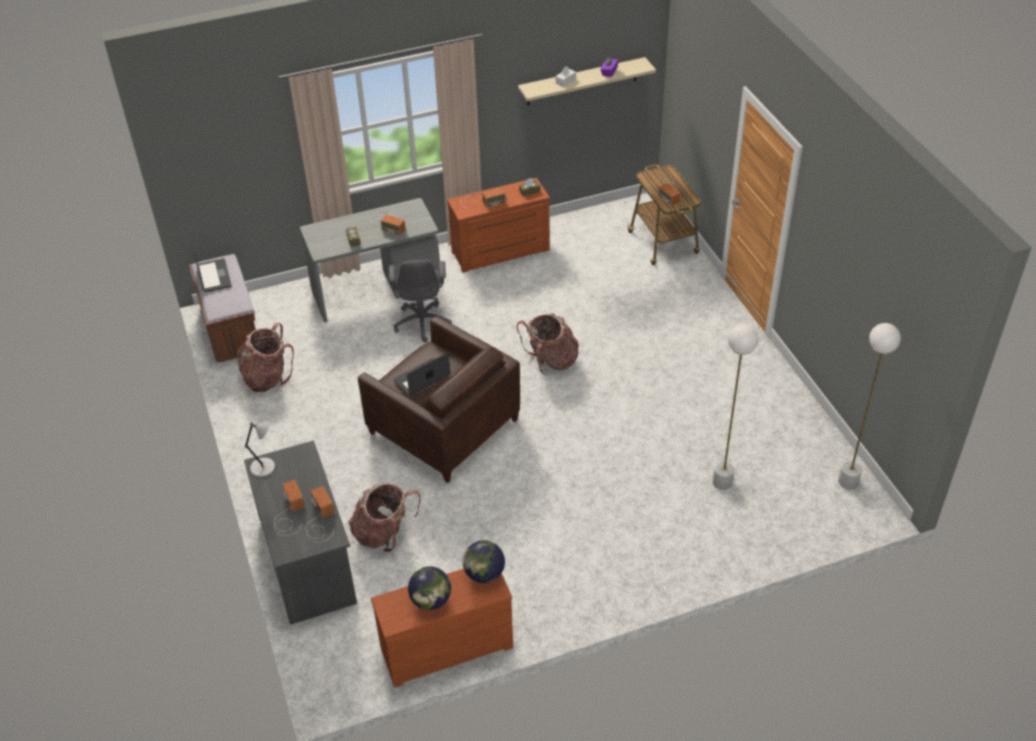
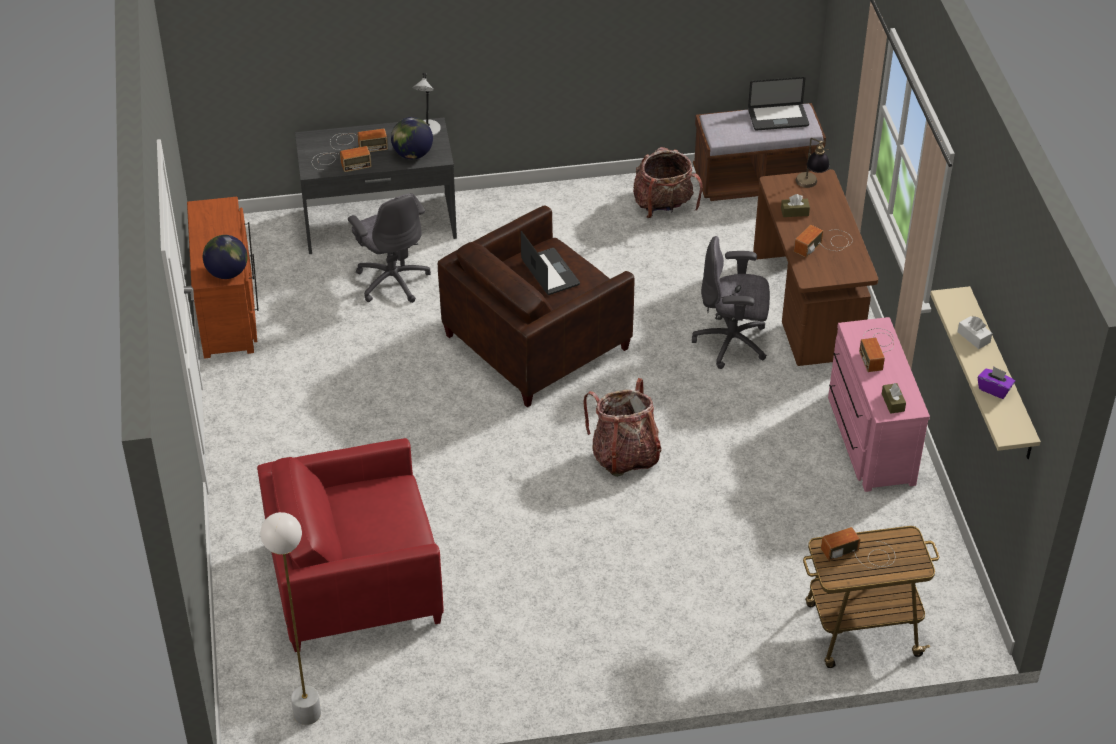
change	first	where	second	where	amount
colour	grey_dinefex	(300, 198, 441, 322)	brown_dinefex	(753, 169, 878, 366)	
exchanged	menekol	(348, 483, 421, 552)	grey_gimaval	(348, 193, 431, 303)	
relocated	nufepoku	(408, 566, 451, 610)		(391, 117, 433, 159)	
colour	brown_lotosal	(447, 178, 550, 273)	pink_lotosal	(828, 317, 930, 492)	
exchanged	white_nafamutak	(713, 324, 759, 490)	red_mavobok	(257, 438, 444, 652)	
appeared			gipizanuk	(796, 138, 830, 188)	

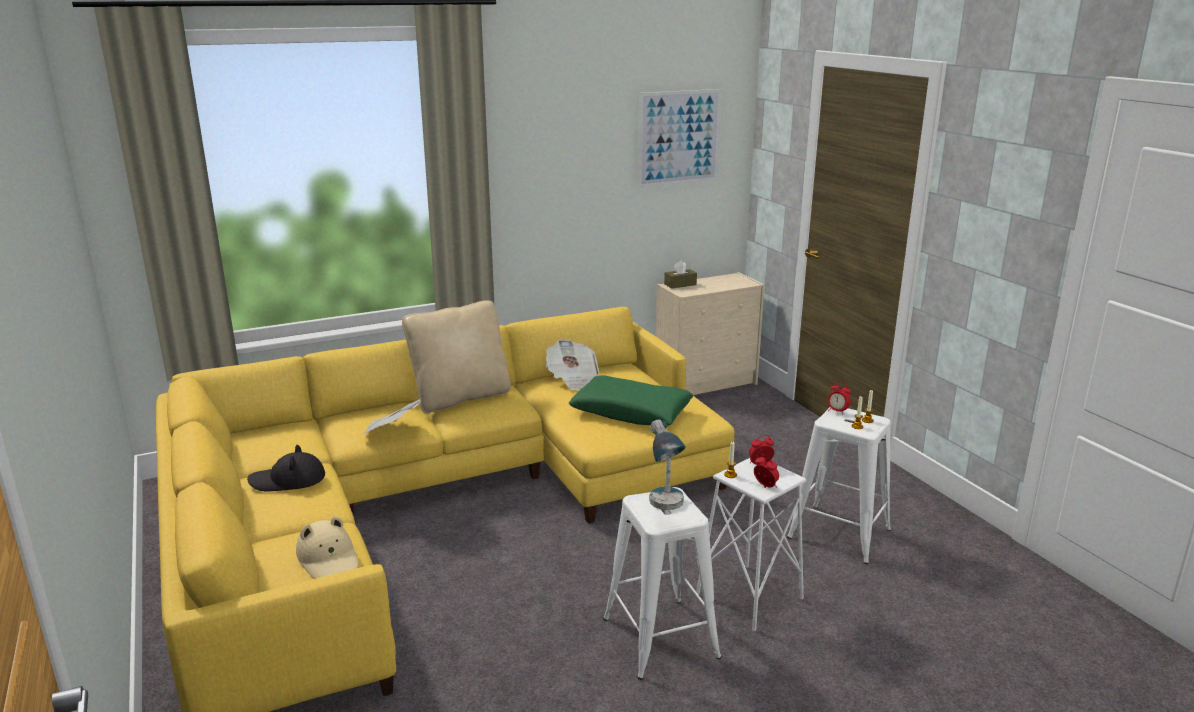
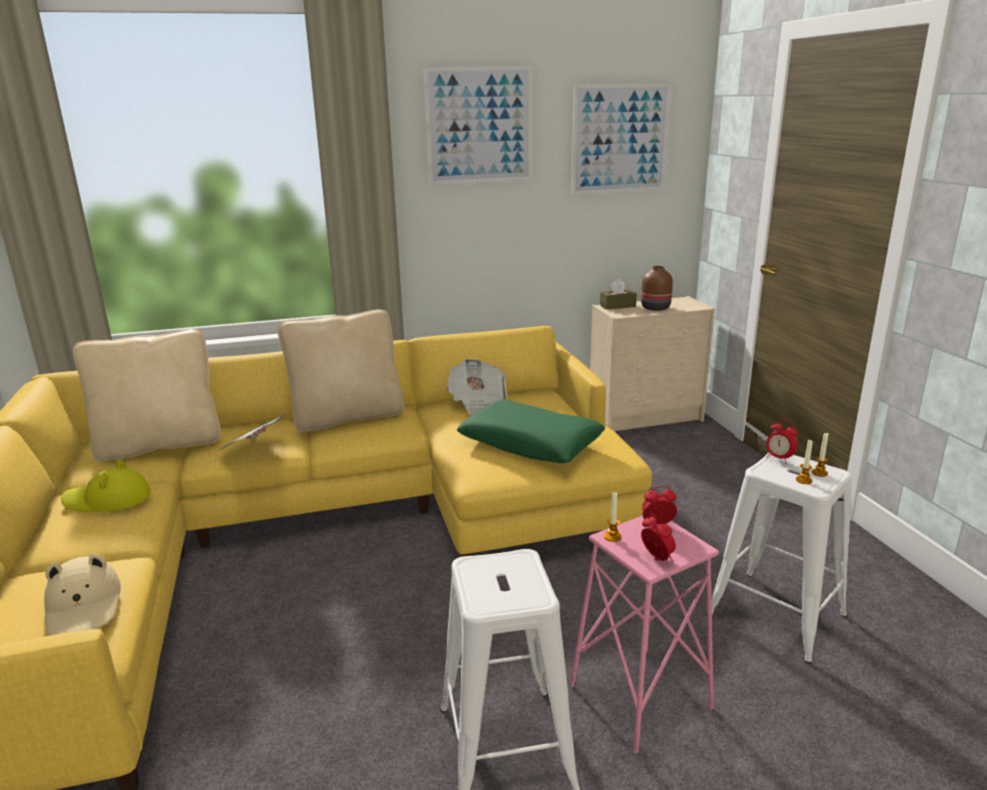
change	first	where	second	where	amount
colour	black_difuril	(247, 445, 325, 492)	yellow_difuril	(61, 459, 151, 512)	
missing	gipizanuk	(649, 419, 686, 510)			
colour	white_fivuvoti	(696, 458, 806, 631)	pink_fivuvoti	(570, 515, 719, 753)	
appeared			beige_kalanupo	(73, 329, 221, 462)	
appeared			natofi	(424, 66, 532, 185)	
appeared			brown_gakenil	(641, 266, 673, 311)	

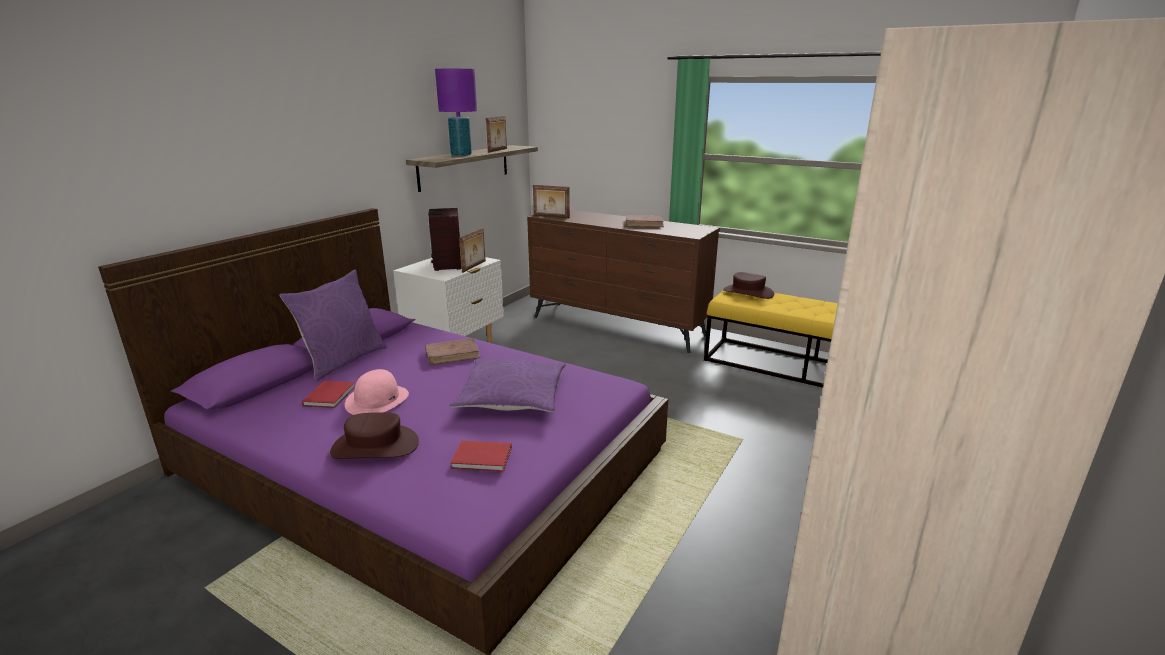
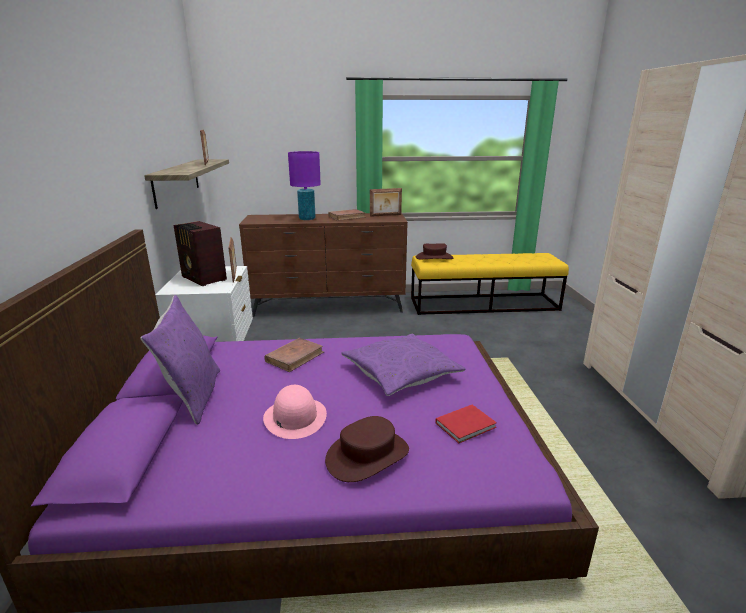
change	first	where	second	where	amount
missing	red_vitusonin	(302, 381, 355, 408)			
relocated	purple_gipizanuk	(435, 69, 477, 156)		(288, 151, 321, 220)	
relocated	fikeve	(533, 185, 570, 218)		(370, 188, 402, 217)	

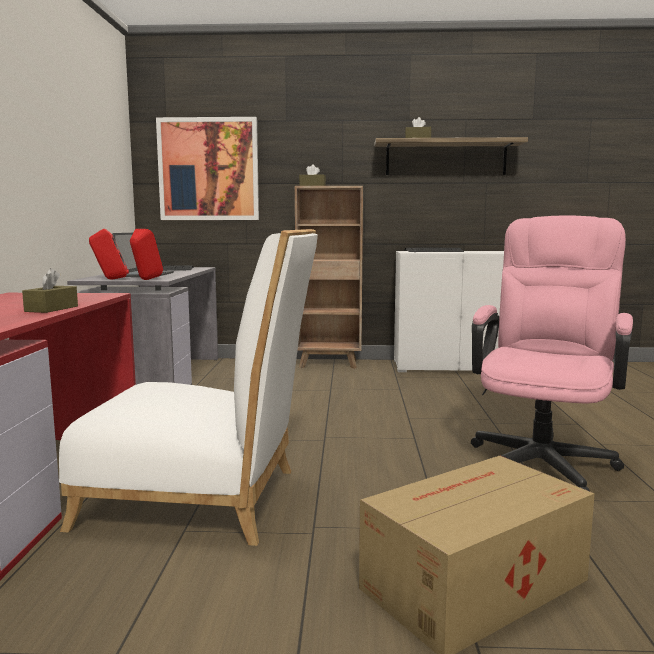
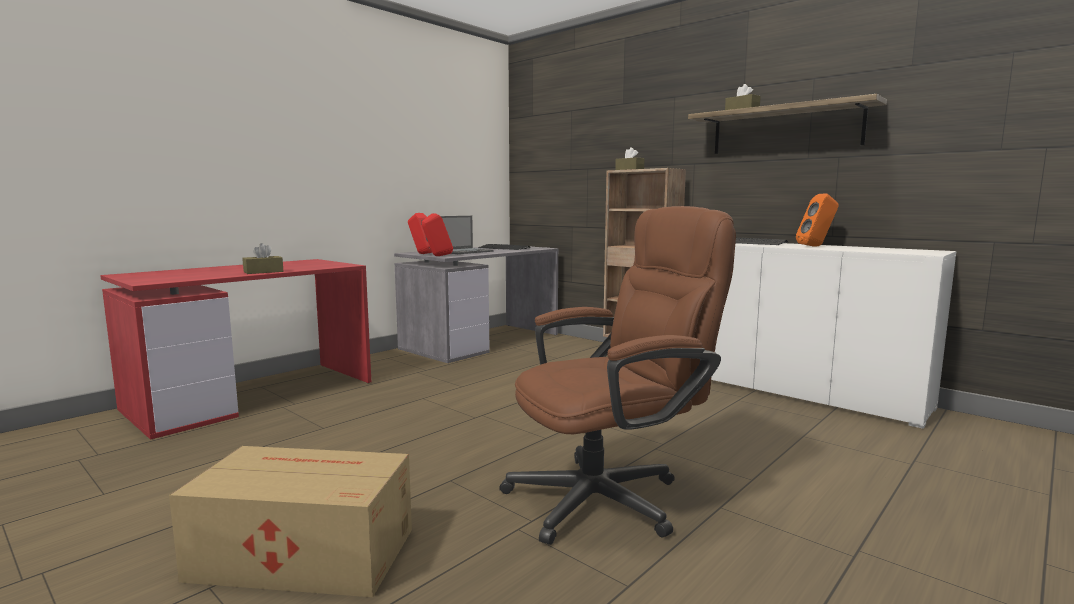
change	first	where	second	where	amount
missing	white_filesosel	(59, 229, 318, 546)			
missing	natofi	(156, 117, 259, 220)			
colour	pink_gimaval	(471, 216, 633, 491)	brown_gimaval	(499, 206, 736, 545)	
appeared			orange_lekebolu	(796, 194, 839, 247)	

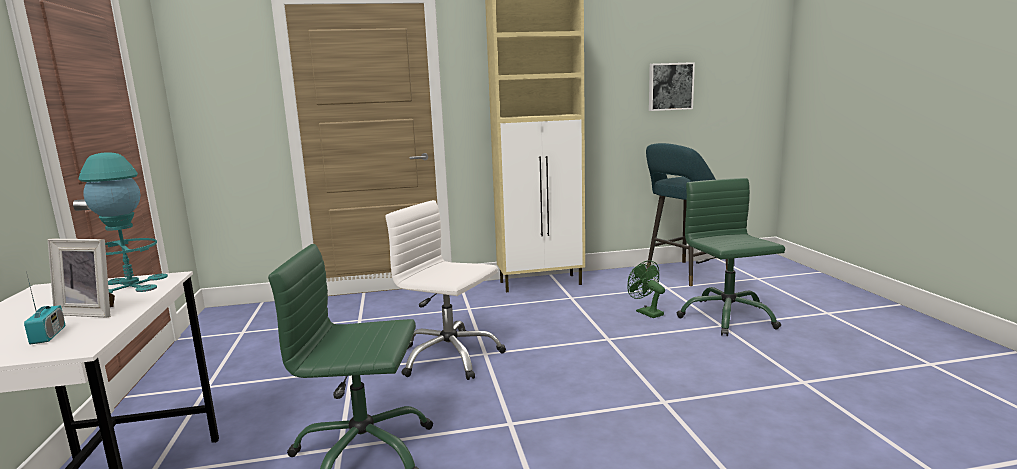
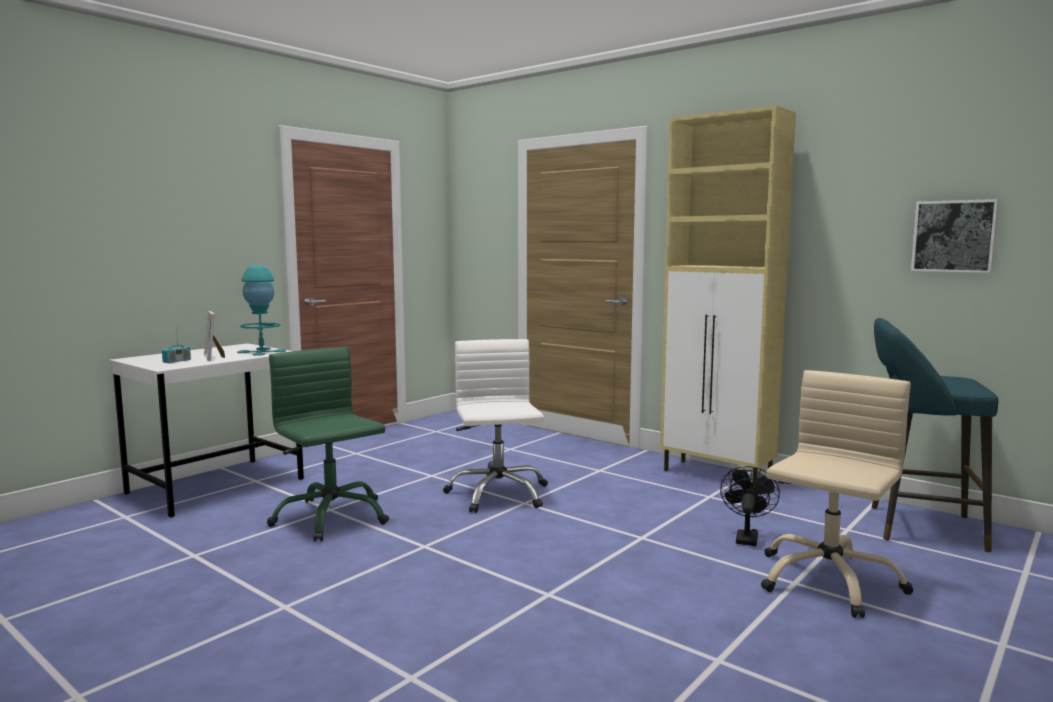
change	first	where	second	where	amount
colour	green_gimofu	(627, 260, 665, 318)	black_gimofu	(720, 466, 780, 546)	
colour	green_gimaval	(676, 178, 785, 336)	beige_gimaval	(761, 370, 914, 618)	

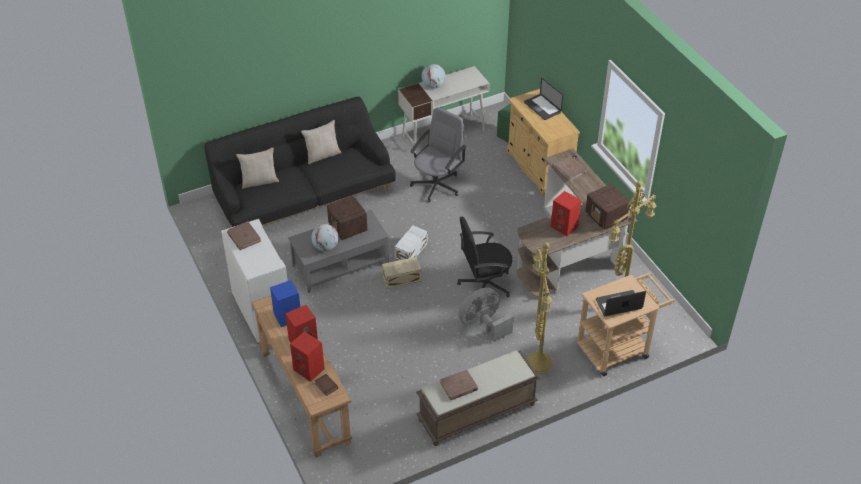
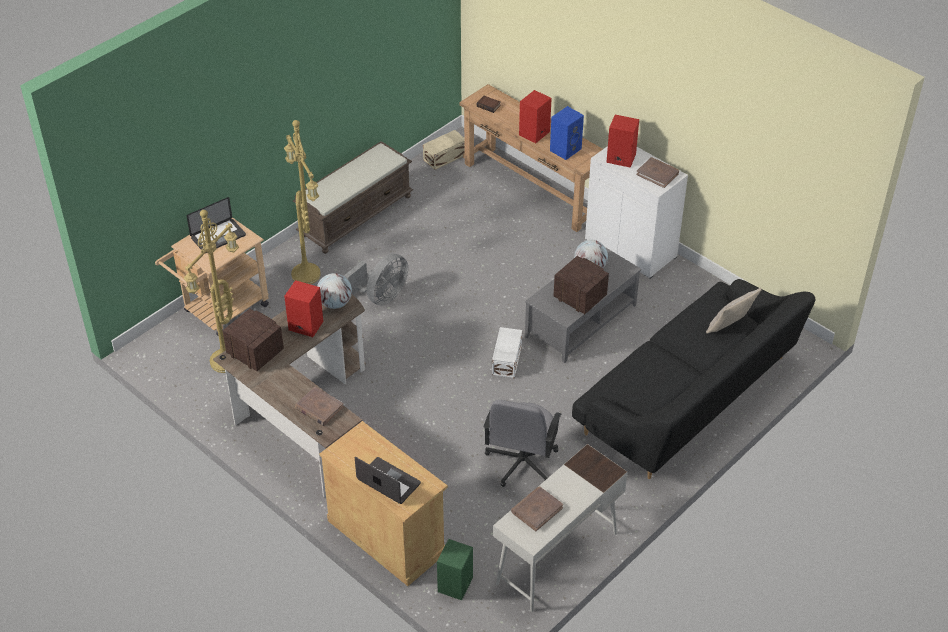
change	first	where	second	where	amount
relocated	red_lekebolu	(290, 331, 325, 382)		(606, 115, 639, 168)	
missing	beige_kalanupo	(301, 120, 341, 164)			
relocated	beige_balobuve	(382, 257, 422, 289)		(423, 130, 465, 170)	
relocated	nufepoku	(421, 64, 446, 89)		(317, 273, 352, 309)	
relocated	brown_vitusonin	(440, 369, 478, 400)		(511, 487, 563, 531)	
missing	black_gimaval	(457, 216, 512, 298)			

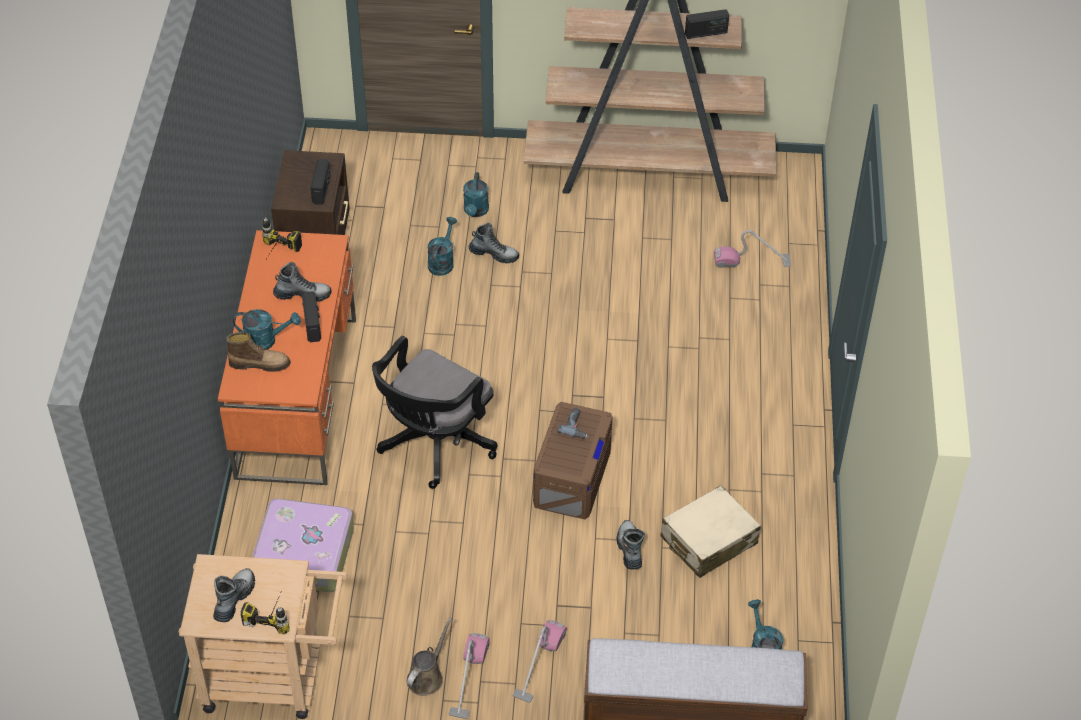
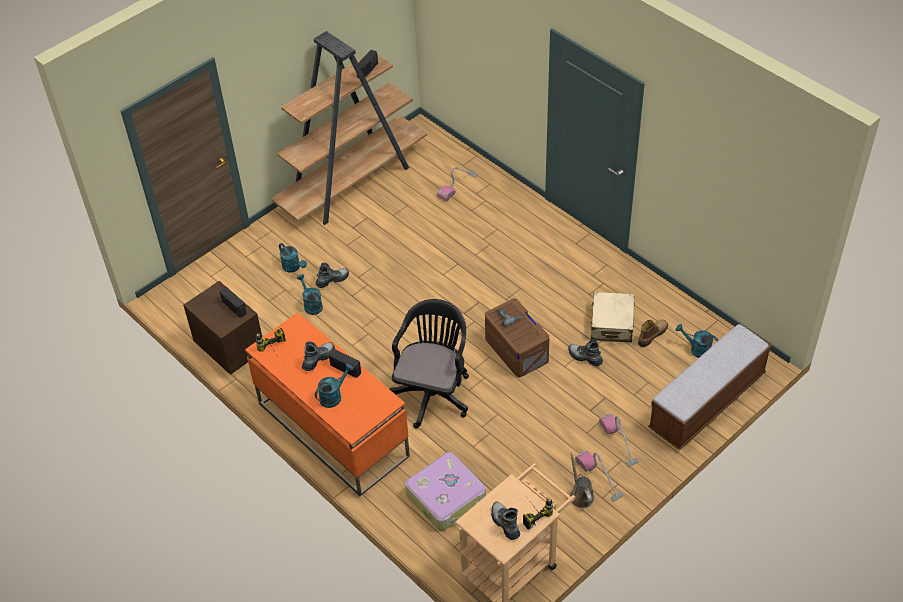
change	first	where	second	where	amount
relocated	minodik	(226, 332, 291, 372)		(638, 320, 668, 347)	
spun	black_gimaval	(372, 336, 497, 489)		(389, 299, 469, 429)	150 degrees counterclockwise

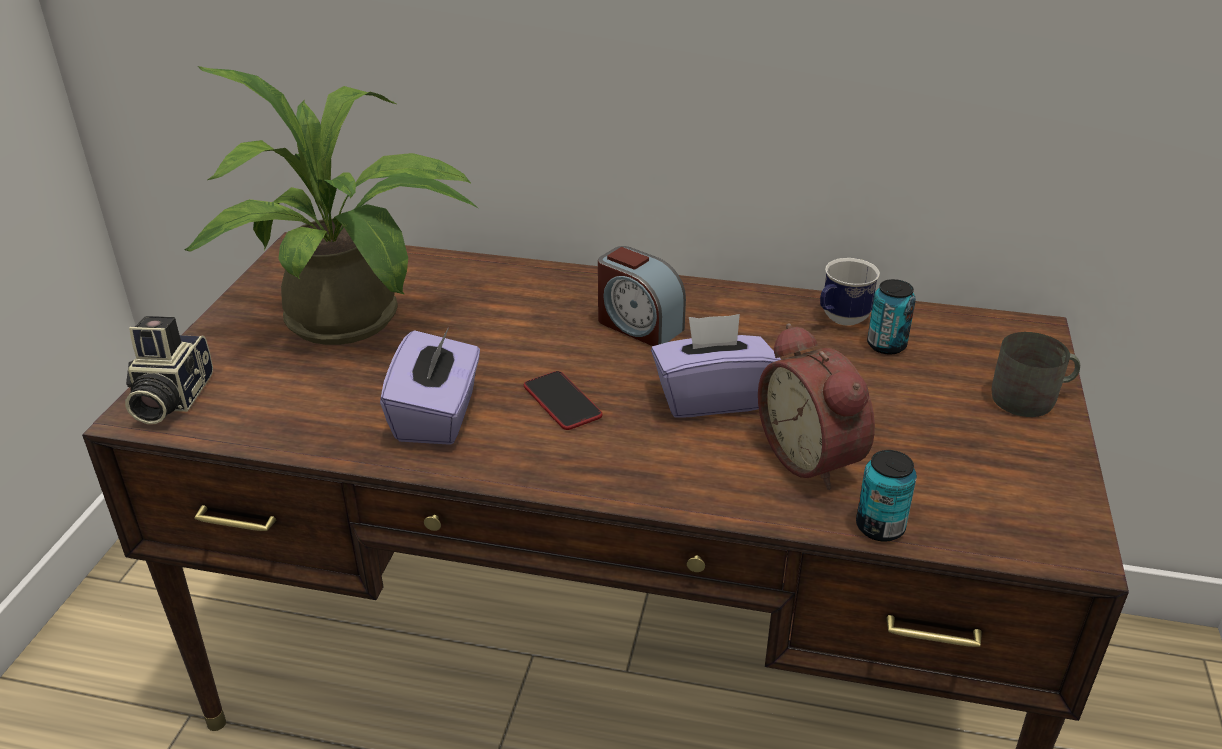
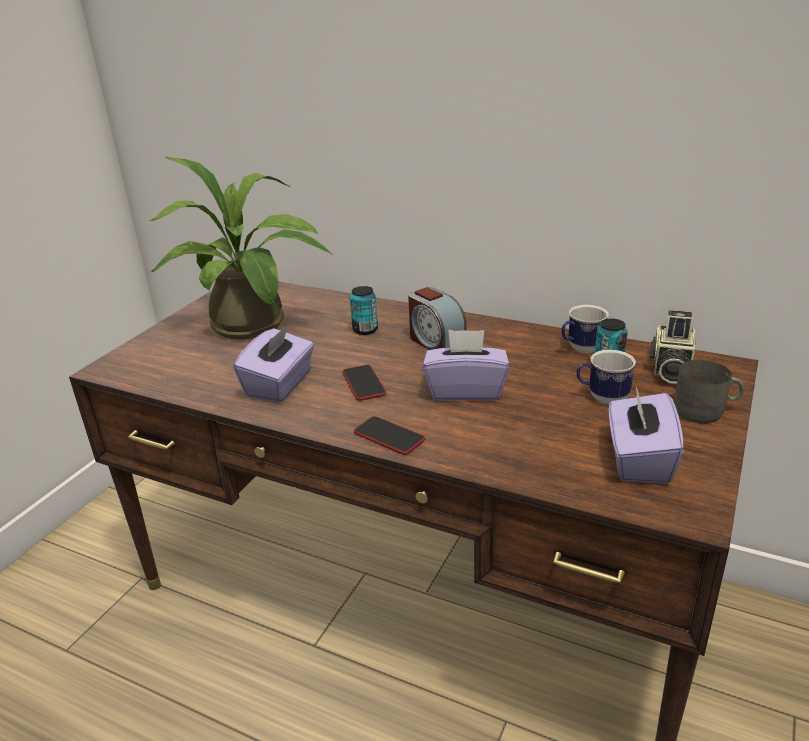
change	first	where	second	where	amount
relocated	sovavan	(125, 316, 213, 424)		(649, 310, 695, 384)	
missing	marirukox	(758, 323, 875, 490)			
relocated	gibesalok	(856, 450, 917, 542)		(350, 286, 378, 335)	
appeared			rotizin	(354, 416, 425, 455)	
appeared			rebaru	(577, 350, 636, 405)	
appeared			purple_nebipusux	(608, 386, 684, 484)	

